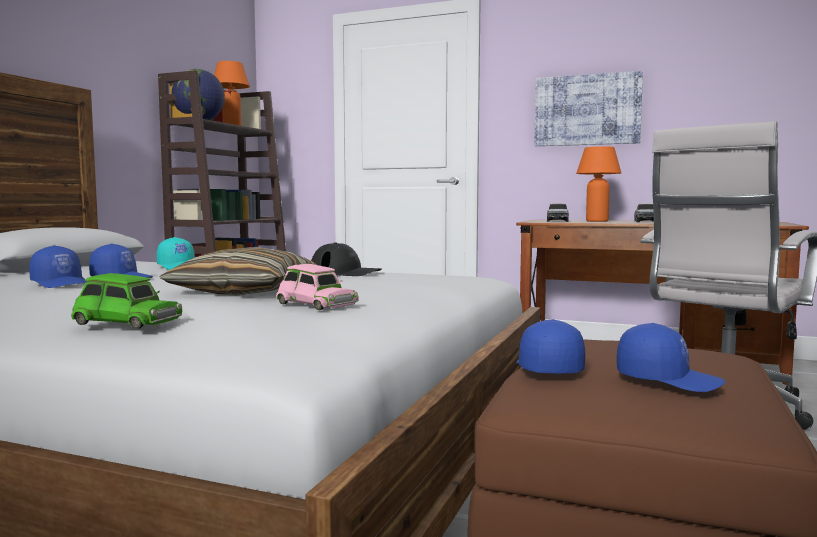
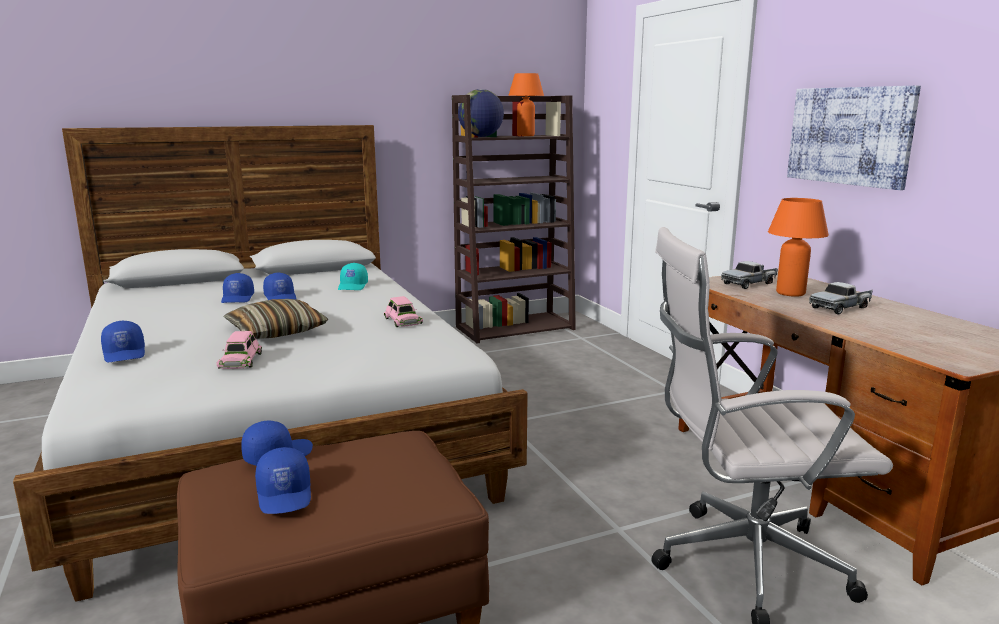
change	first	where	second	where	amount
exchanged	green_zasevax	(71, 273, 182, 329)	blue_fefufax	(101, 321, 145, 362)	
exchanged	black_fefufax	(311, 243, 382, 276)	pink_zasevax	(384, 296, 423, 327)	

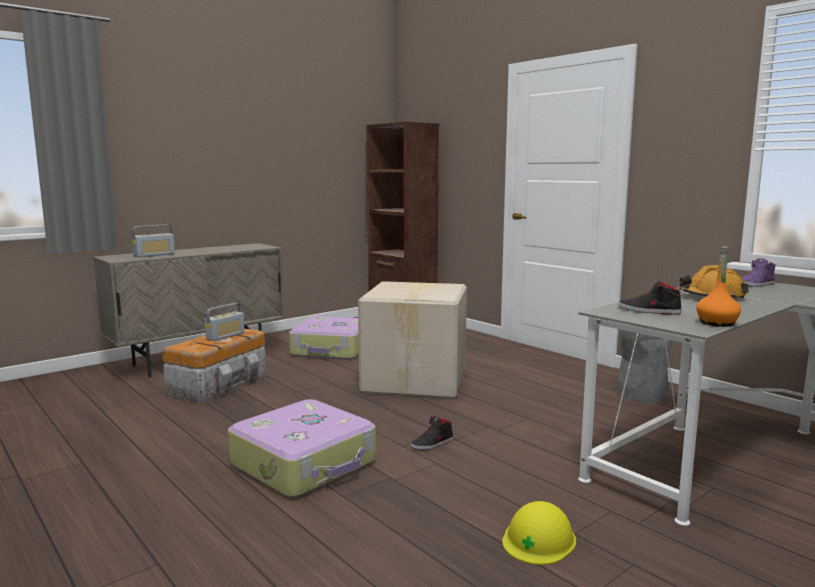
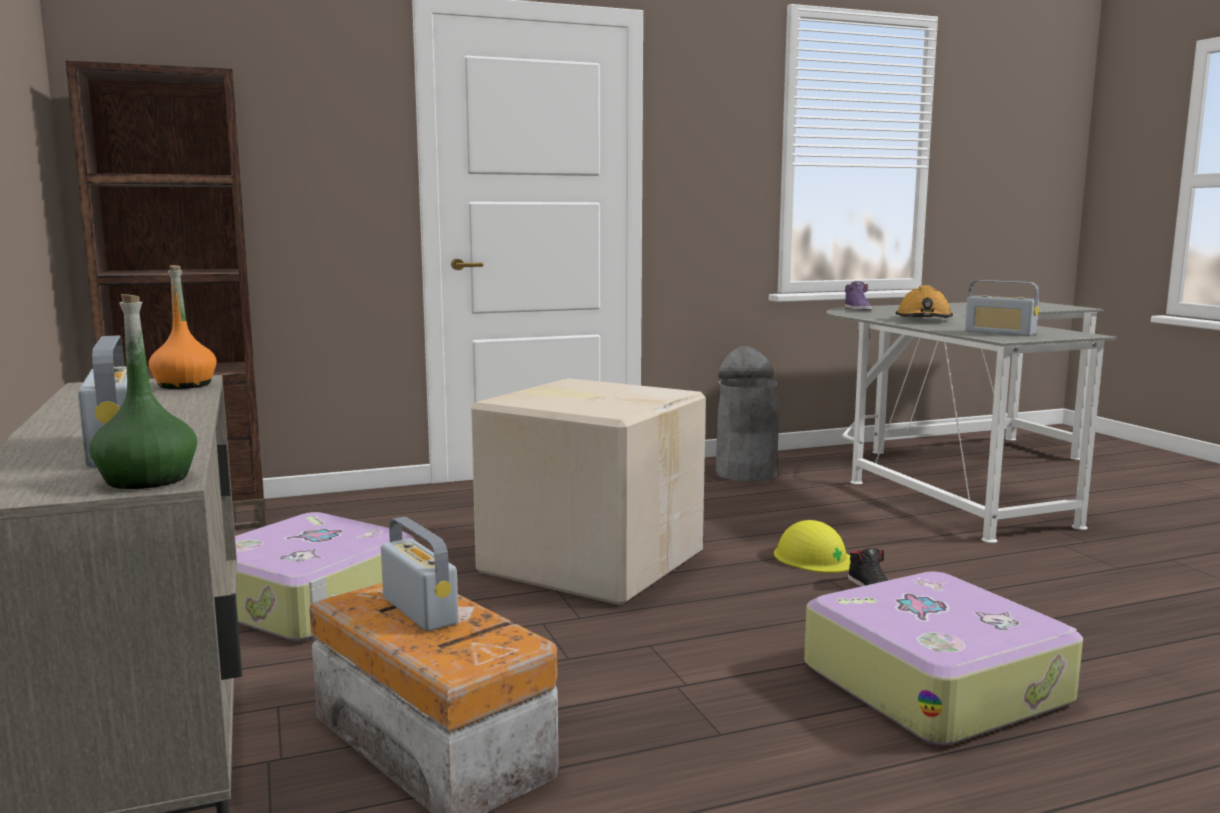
change	first	where	second	where	amount
relocated	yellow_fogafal	(502, 501, 576, 565)		(774, 520, 851, 573)	
exchanged	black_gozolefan	(618, 280, 682, 315)	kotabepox	(965, 280, 1039, 336)	
relocated	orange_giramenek	(696, 246, 741, 327)		(149, 265, 217, 389)	
appeared			green_giramenek	(89, 294, 197, 489)	

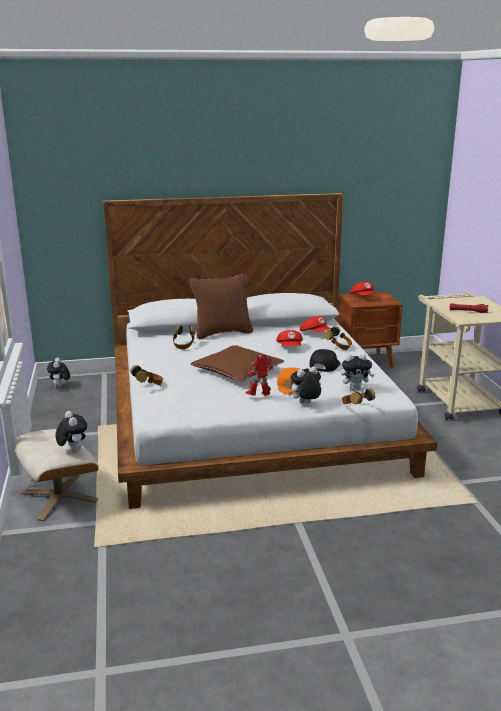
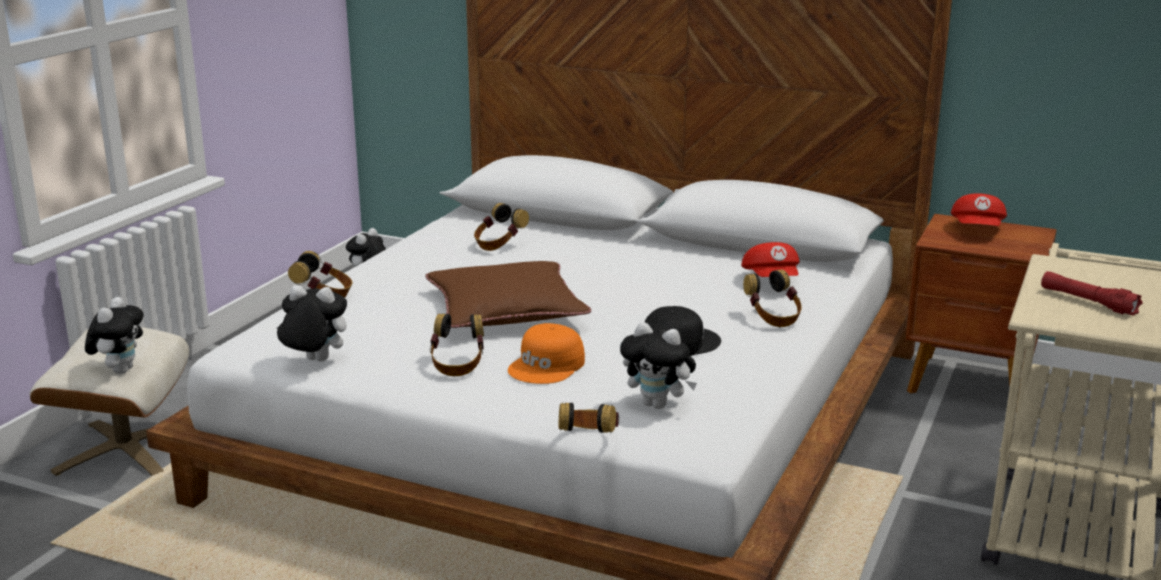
change	first	where	second	where	amount
missing	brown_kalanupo	(190, 274, 253, 340)			
exchanged	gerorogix	(245, 354, 274, 396)	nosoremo	(430, 314, 484, 376)	
missing	red_fefufax	(276, 330, 303, 346)			
relocated	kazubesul	(289, 366, 321, 404)		(276, 285, 347, 362)	

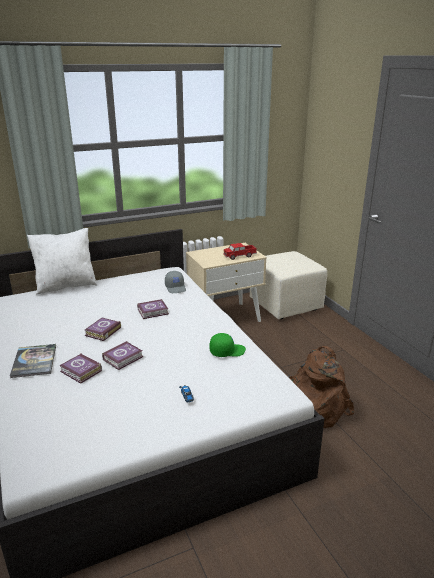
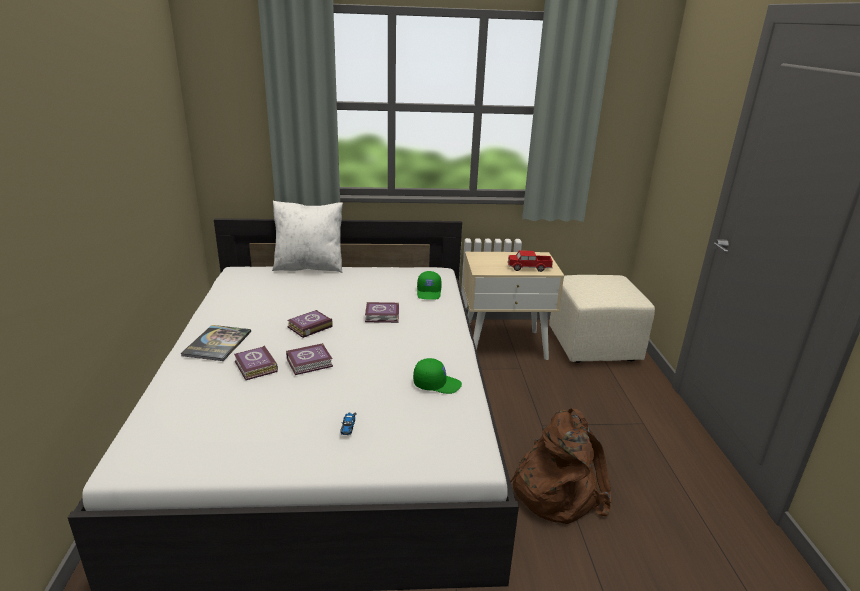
change	first	where	second	where	amount
colour	grey_fefufax	(165, 271, 186, 293)	green_fefufax	(417, 271, 442, 300)	

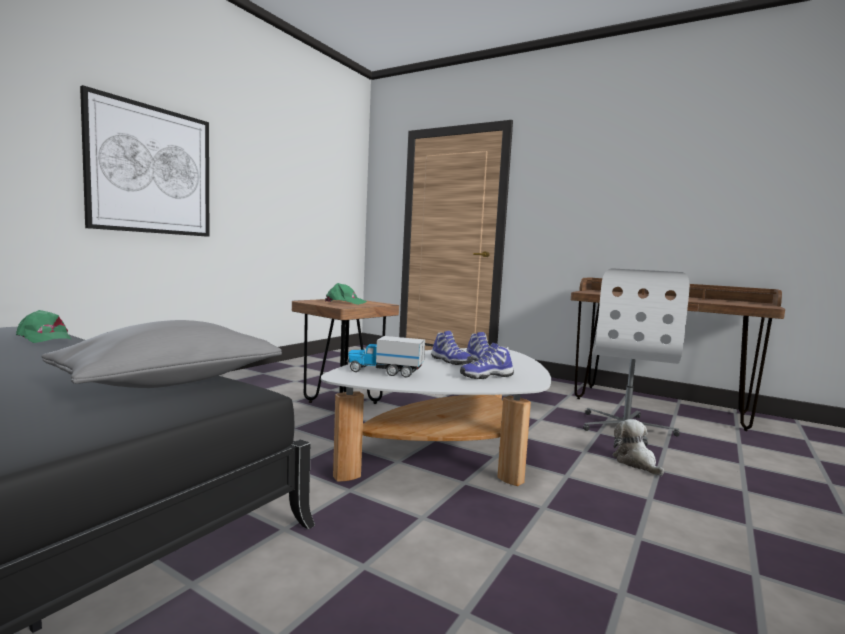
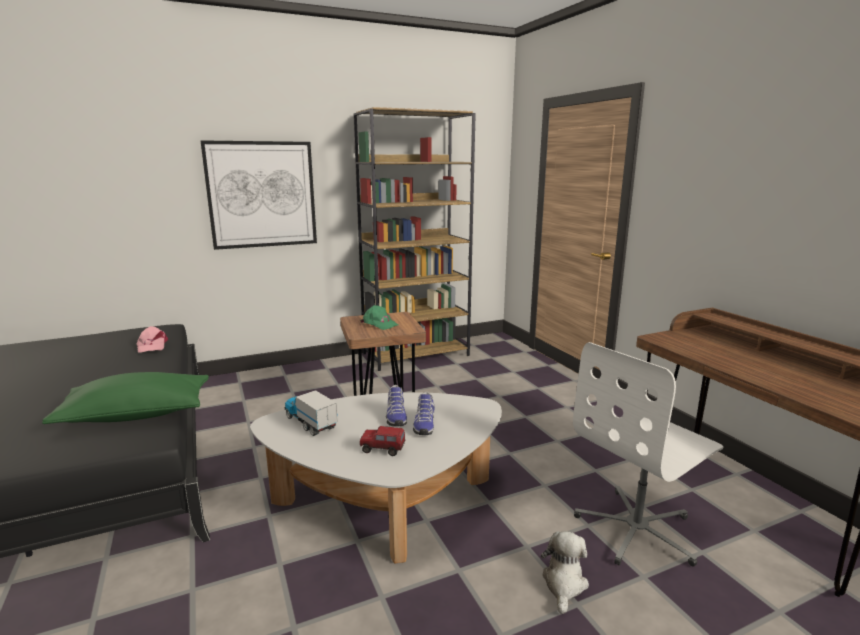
change	first	where	second	where	amount
colour	green_fefufax	(16, 310, 71, 343)	pink_fefufax	(137, 326, 168, 353)	
colour	grey_kalanupo	(41, 320, 282, 388)	green_kalanupo	(42, 372, 209, 424)	
exchanged	gozolefan	(460, 343, 514, 379)	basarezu	(360, 426, 405, 456)	
appeared			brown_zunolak	(353, 107, 476, 371)	

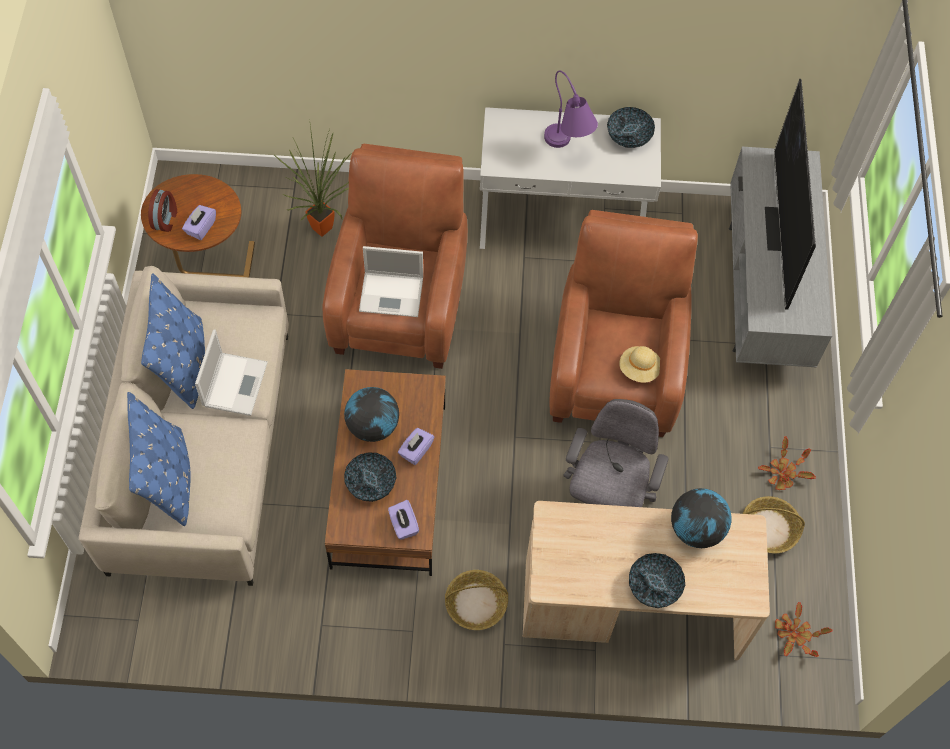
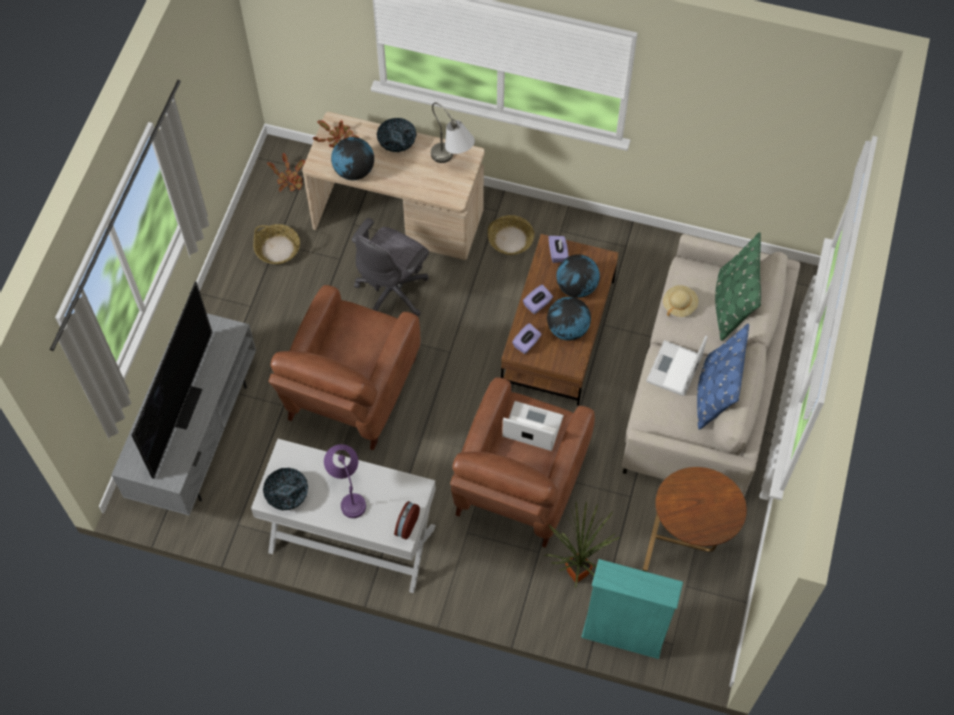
change	first	where	second	where	amount
colour	blue_kalanupo	(127, 392, 191, 526)	green_kalanupo	(715, 232, 761, 341)	
relocated	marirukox	(148, 189, 177, 232)		(394, 501, 420, 539)	
relocated	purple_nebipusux	(182, 205, 216, 240)		(512, 323, 542, 354)	
exchanged	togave	(344, 453, 396, 502)	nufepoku	(556, 254, 600, 298)	
relocated	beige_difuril	(619, 346, 660, 383)		(663, 285, 699, 317)	
relocated	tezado	(758, 436, 816, 490)		(313, 120, 359, 148)	
appeared			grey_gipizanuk	(431, 103, 475, 163)	
appeared			turquoise_zunolak	(581, 559, 683, 659)	

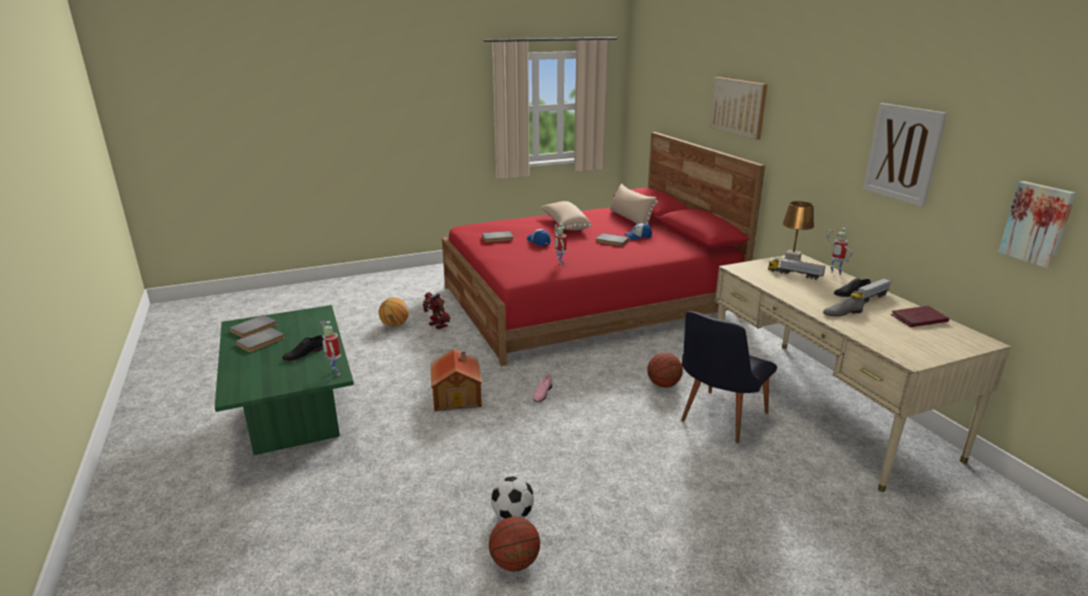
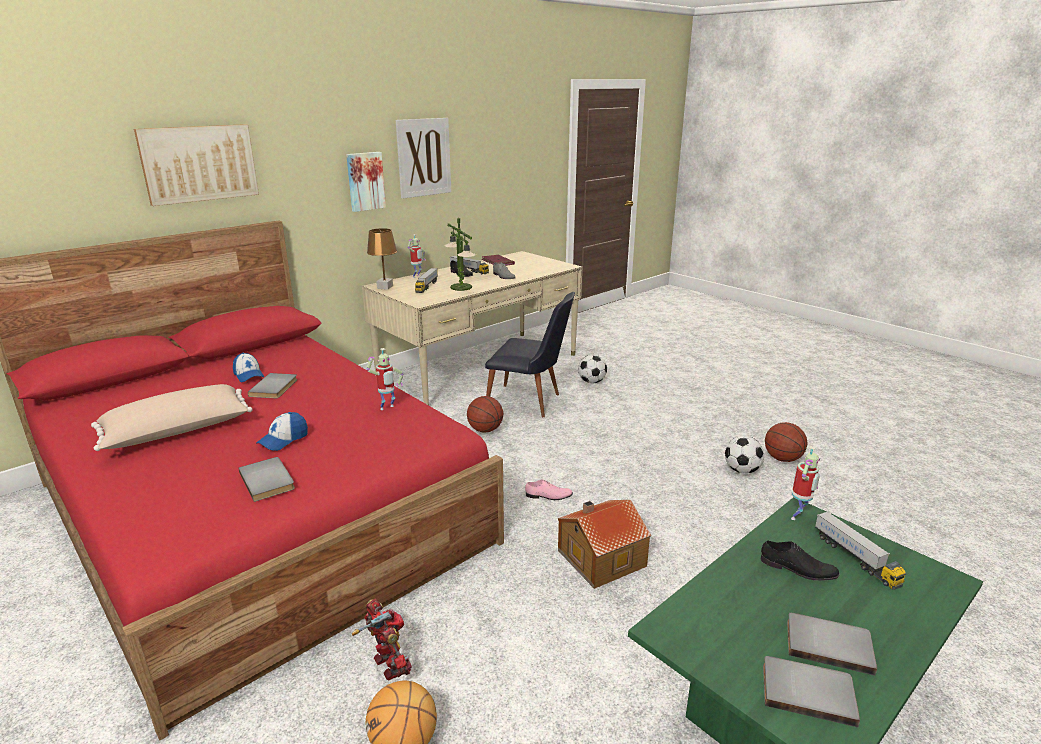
change	first	where	second	where	amount
spun	gerorogix	(422, 292, 450, 329)		(352, 598, 412, 680)	120 degrees clockwise
missing	beige_kalanupo	(611, 184, 658, 224)			
relocated	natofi	(998, 181, 1076, 268)		(346, 152, 386, 212)	
appeared			gipizanuk	(444, 217, 476, 291)	
appeared			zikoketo	(578, 355, 607, 383)	
appeared			basarezu	(815, 511, 906, 590)	

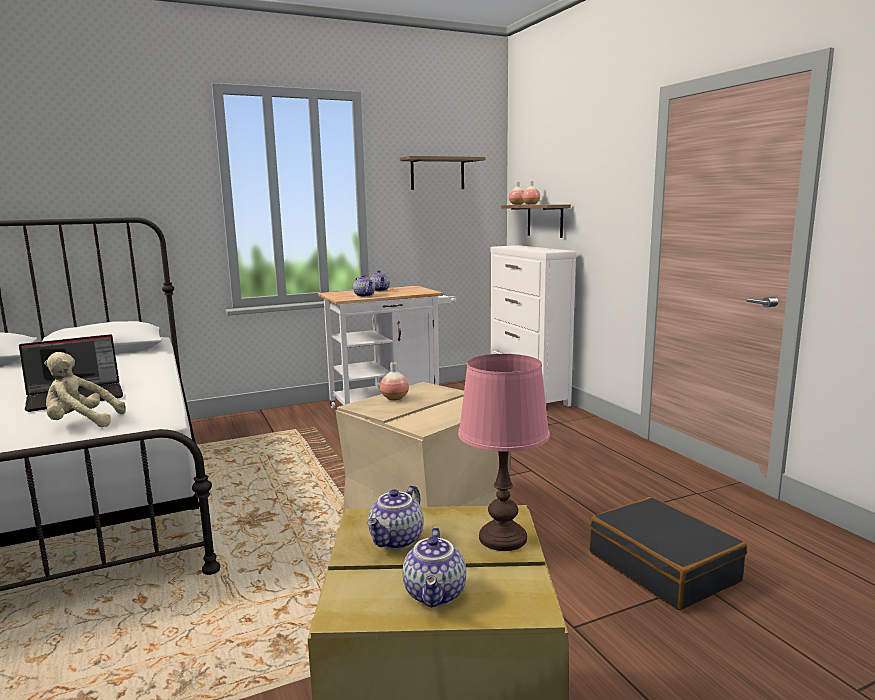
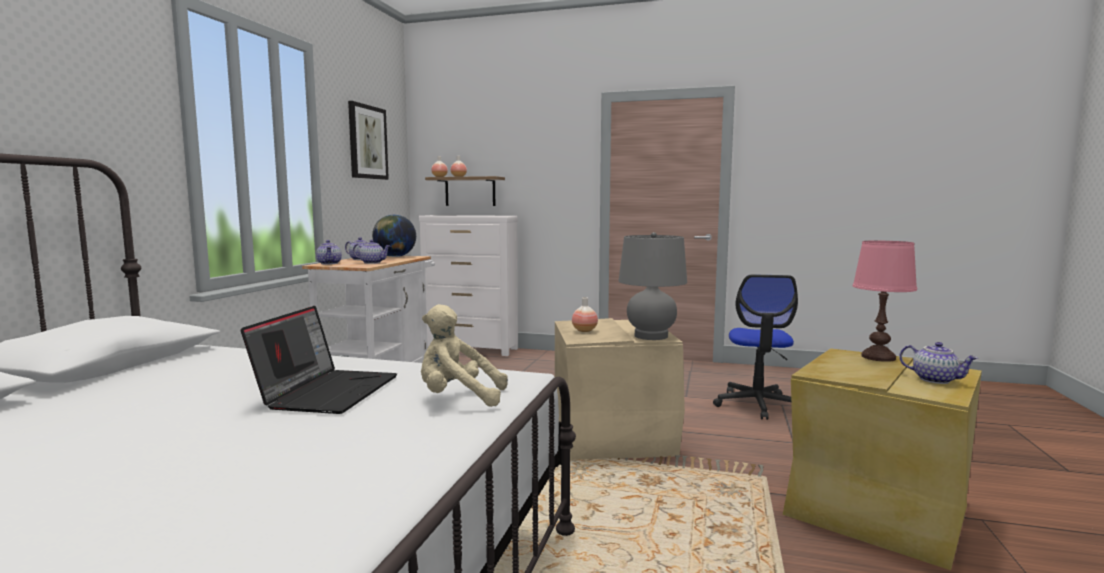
change	first	where	second	where	amount
spun	beige_kazubesul	(44, 352, 126, 427)		(421, 304, 508, 407)	60 degrees clockwise
relocated	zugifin	(367, 485, 424, 550)		(316, 240, 342, 265)	
exchanged	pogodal	(400, 156, 485, 190)	natofi	(348, 101, 389, 180)	
exchanged	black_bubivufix	(589, 497, 747, 610)	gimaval	(713, 274, 798, 420)	
appeared			nufepoku	(372, 215, 416, 257)	
appeared			grey_gipizanuk	(619, 232, 687, 340)	

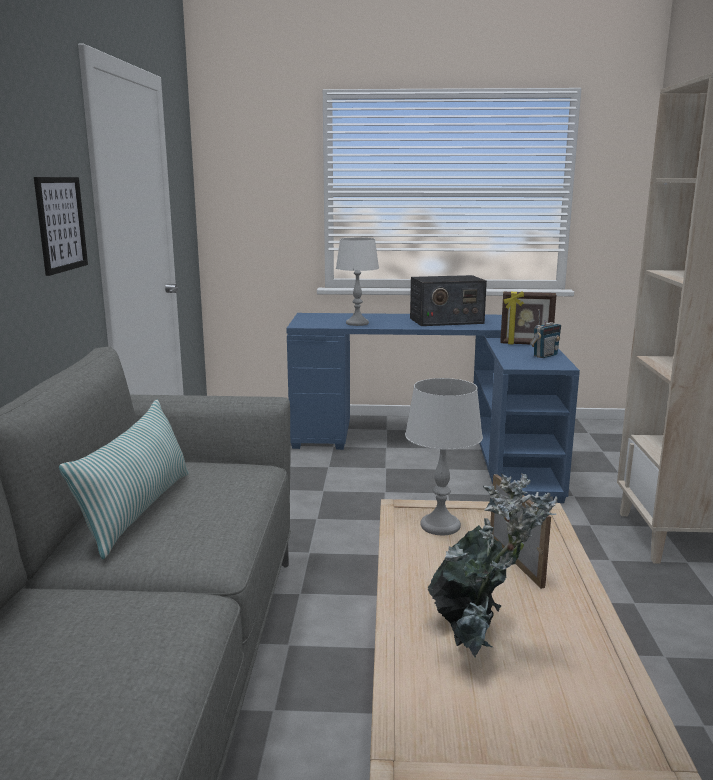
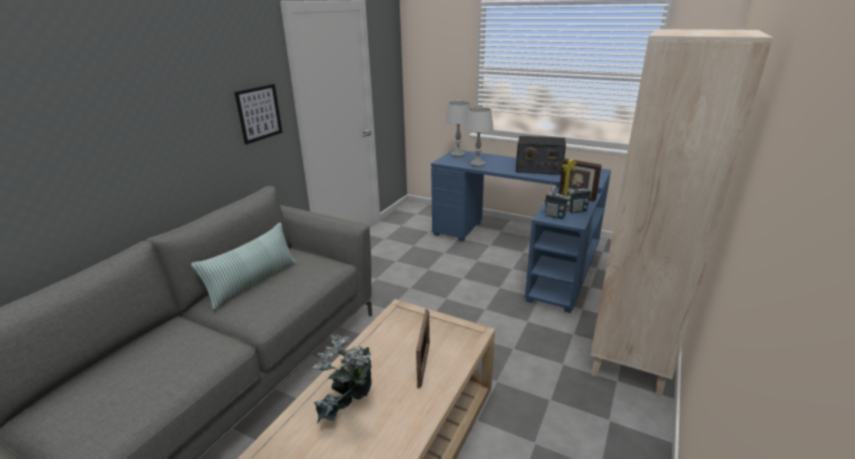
change	first	where	second	where	amount
relocated	grey_gipizanuk	(405, 378, 483, 535)		(445, 101, 470, 157)	
appeared			kotabepox	(544, 183, 571, 220)	

